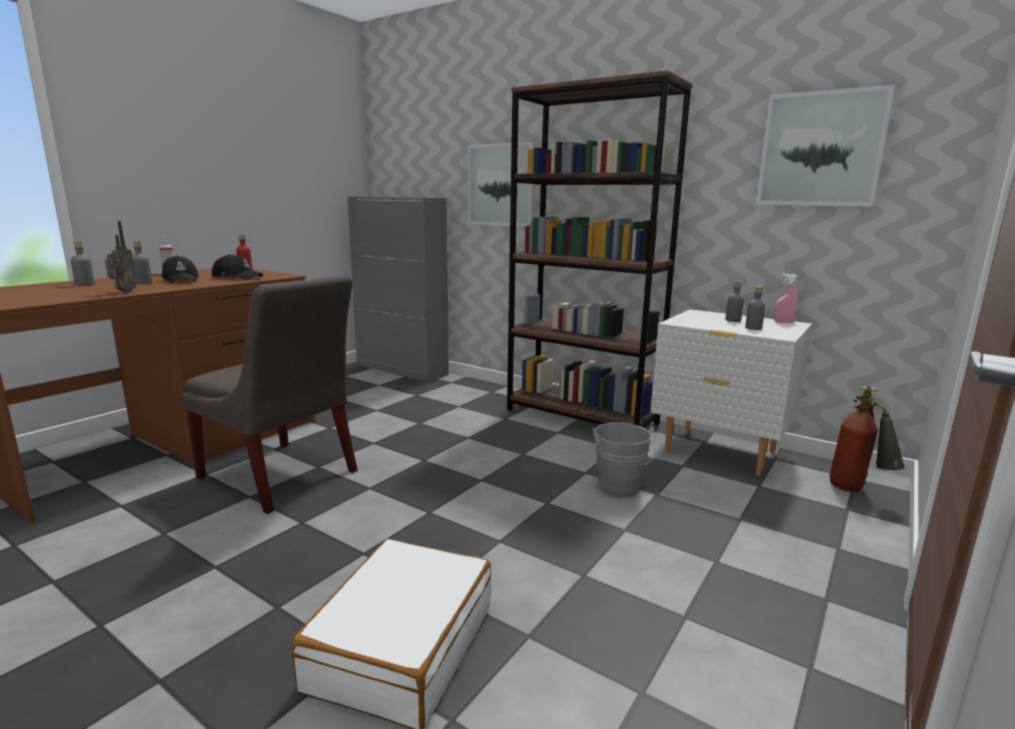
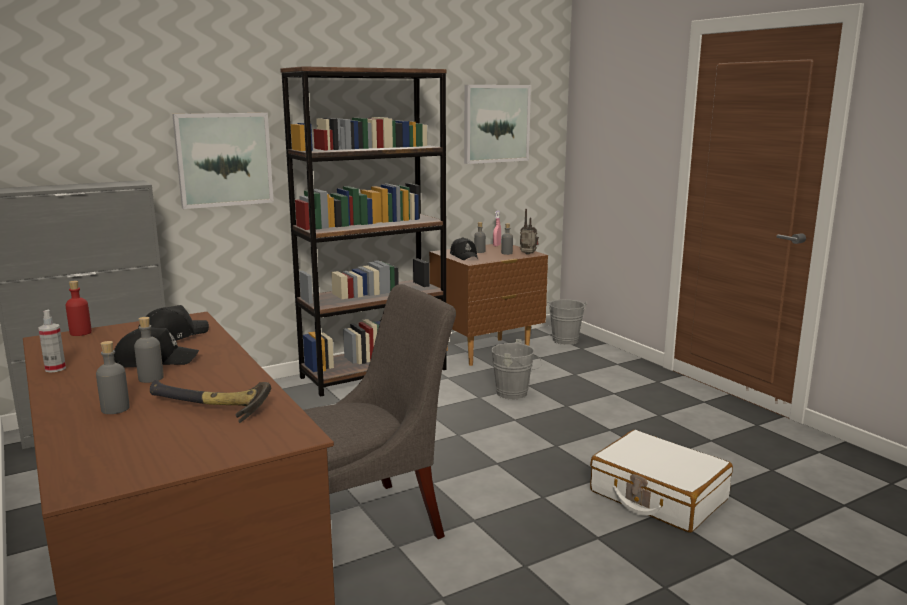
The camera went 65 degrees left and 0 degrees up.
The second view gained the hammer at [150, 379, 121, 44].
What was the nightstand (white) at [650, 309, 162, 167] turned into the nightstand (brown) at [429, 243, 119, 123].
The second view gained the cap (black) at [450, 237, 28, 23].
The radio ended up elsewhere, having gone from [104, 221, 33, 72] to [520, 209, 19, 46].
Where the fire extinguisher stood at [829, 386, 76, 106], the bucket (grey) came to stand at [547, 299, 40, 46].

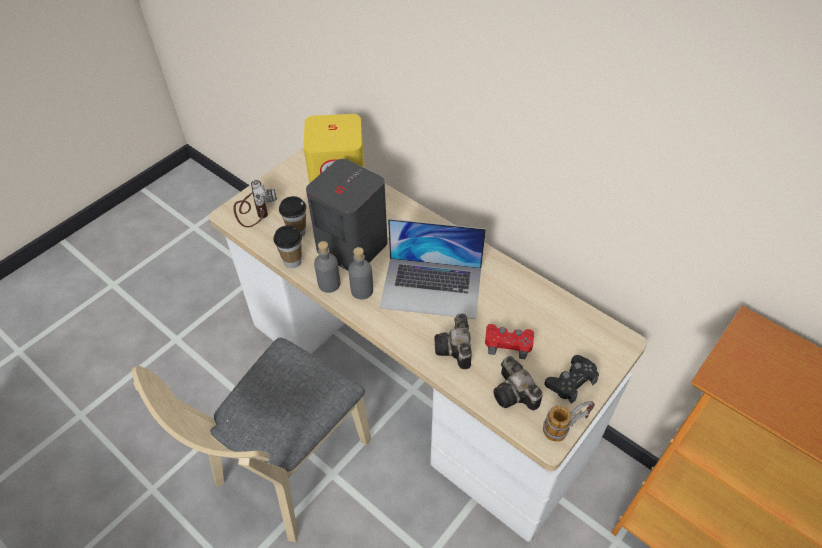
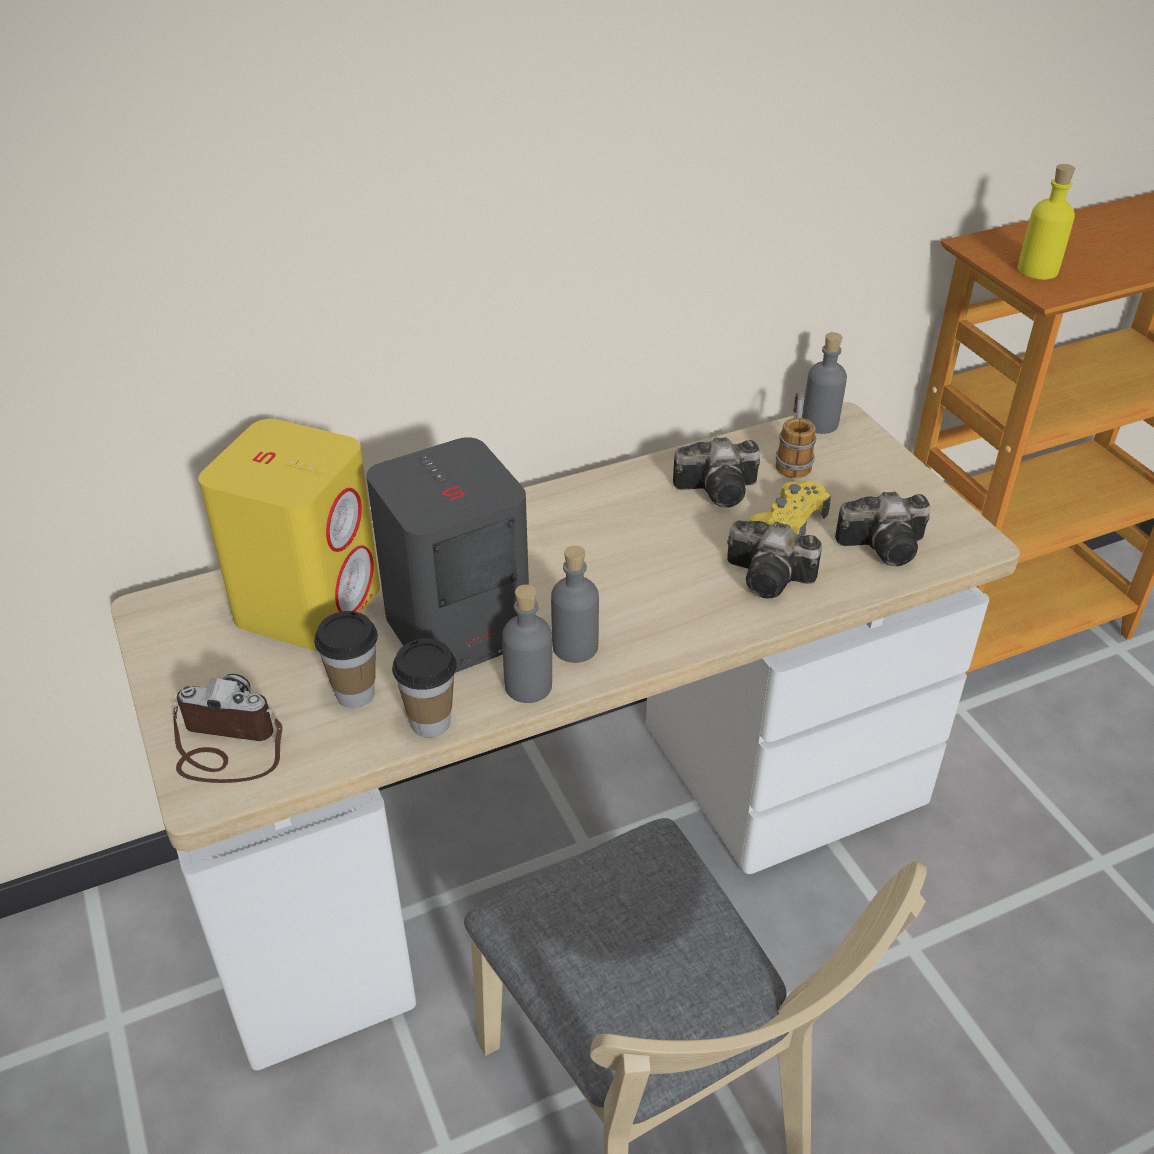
The camera went 65 degrees left and 10 degrees down.
The second view gained the photo camera at [673, 437, 87, 71].
What was the game controller (red) at [485, 324, 49, 35] turned into the game controller (yellow) at [750, 480, 81, 56].
The mug ended up elsewhere, having gone from [543, 401, 52, 41] to [776, 392, 40, 86].
The second view gained the bottle (grey) at [802, 332, 45, 102].
The second view gained the bottle (yellow) at [1018, 164, 57, 116].
The second view lost the laptop at [379, 219, 107, 100].
The second view lost the game controller (black) at [544, 355, 55, 49].

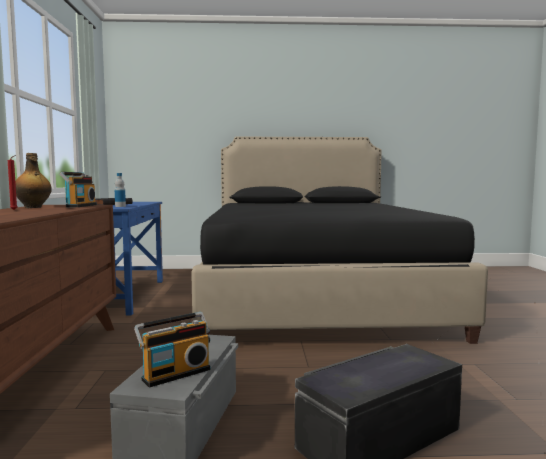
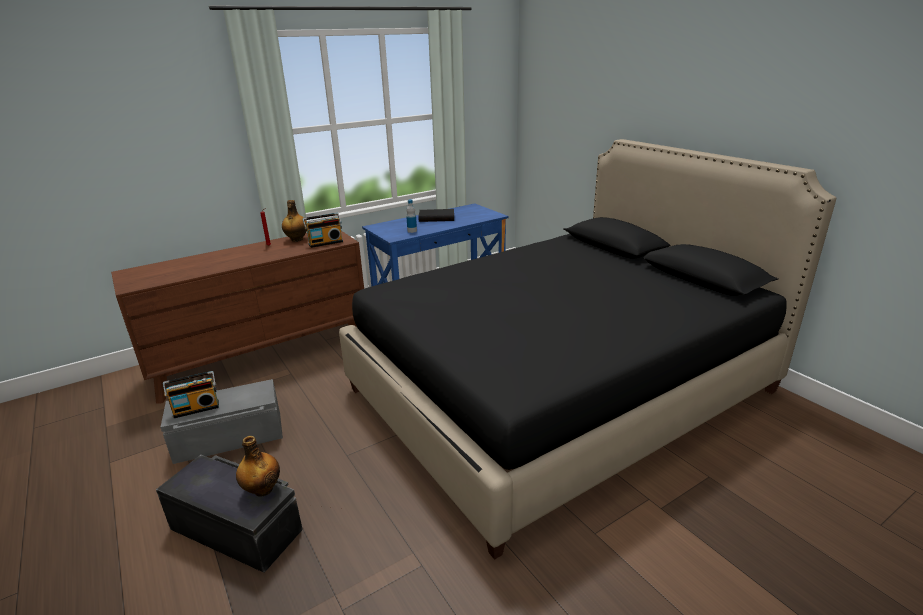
The camera went 60 degrees right and 20 degrees up.
The radio at [134, 312, 77, 76] ended up facing another way, 45 degrees counterclockwise from before.
The second view gained the bottle at [236, 436, 44, 61].

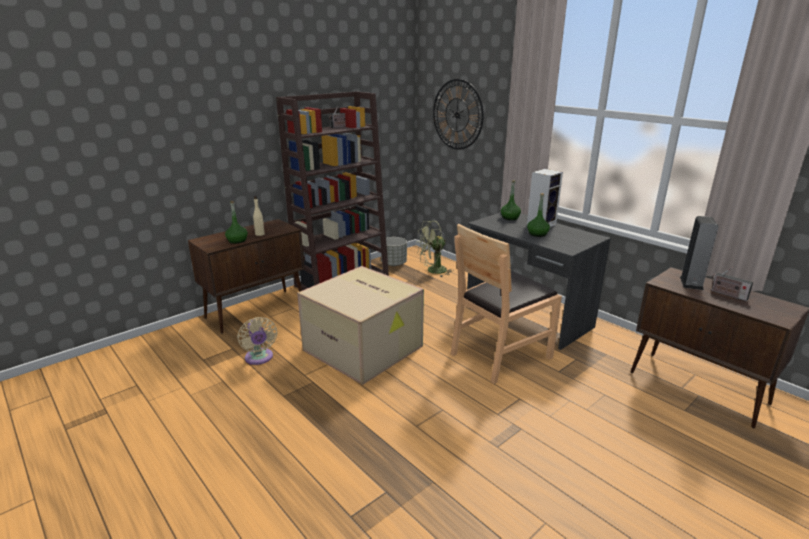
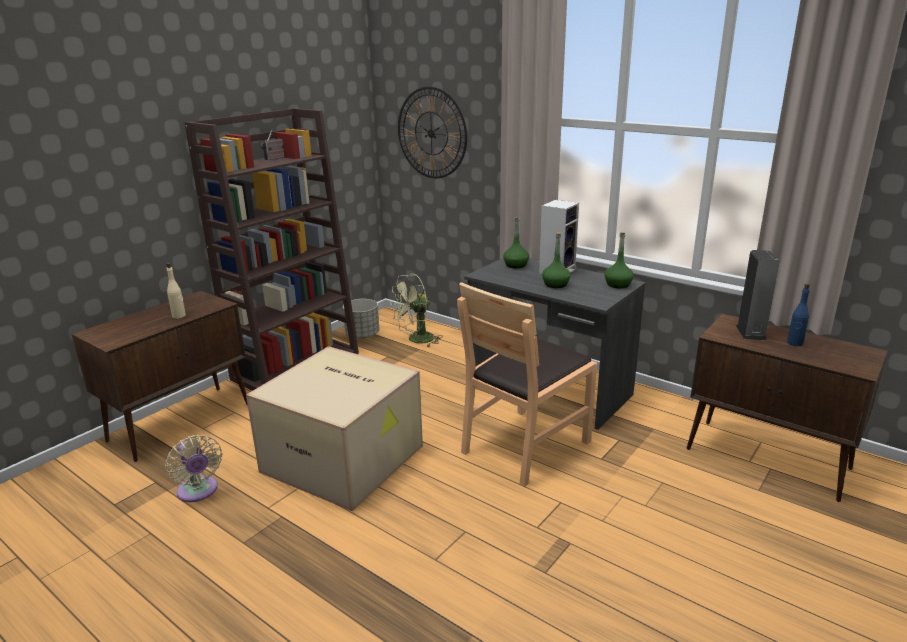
The camera went 10 degrees left and 0 degrees up.
The bottle (green) ended up elsewhere, having gone from [225, 201, 23, 43] to [604, 232, 30, 56].
Where the radio stood at [712, 267, 41, 34], the bottle (blue) came to stand at [787, 283, 23, 63].

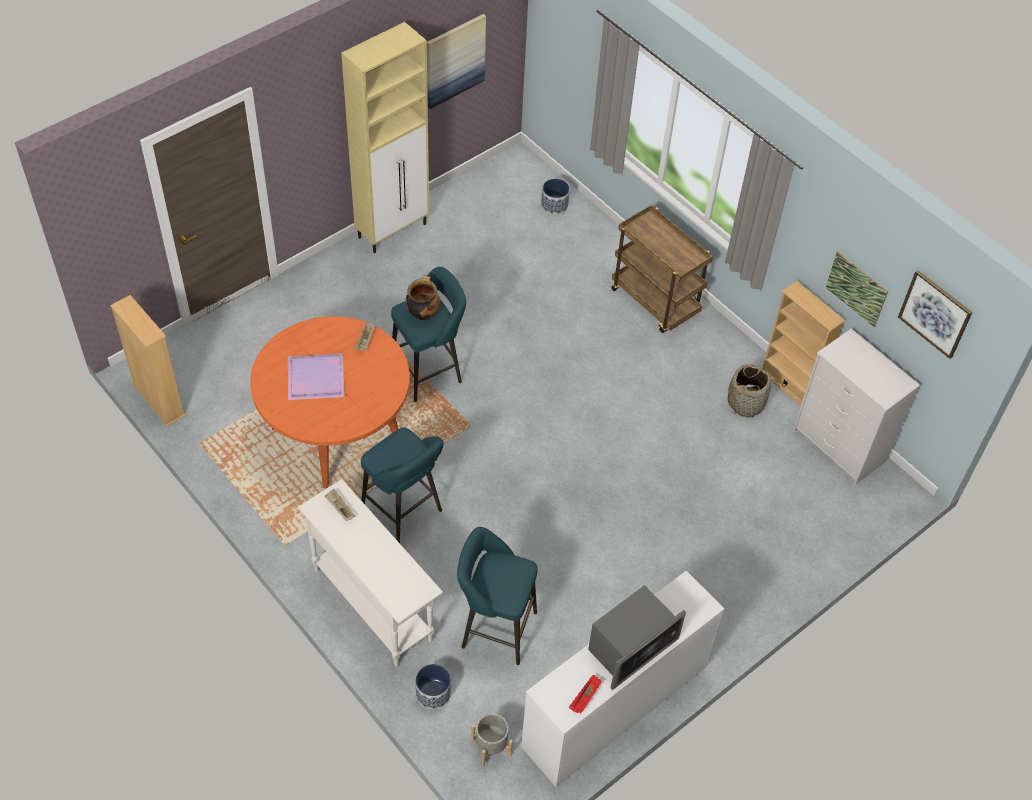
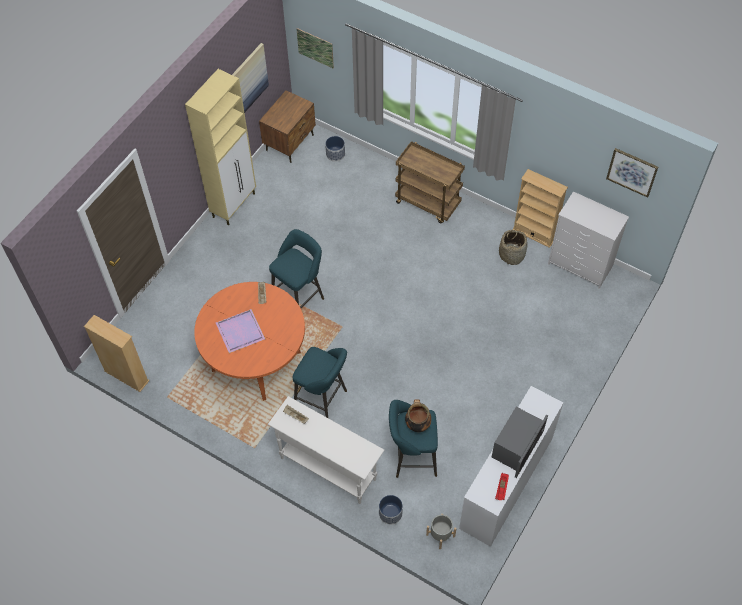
The camera went 15 degrees left and 5 degrees up.
The second view gained the nightstand (brown) at [259, 90, 57, 73].
The picture ended up elsewhere, having gone from [826, 252, 62, 75] to [297, 28, 37, 40].
The cooking pot ended up elsewhere, having gone from [406, 275, 34, 45] to [405, 400, 26, 32].

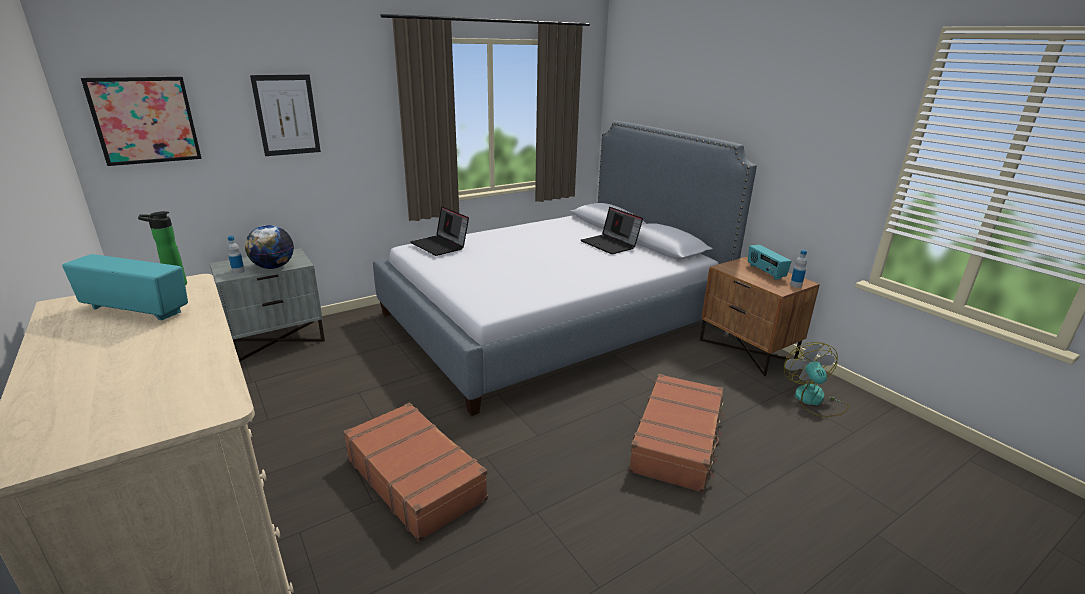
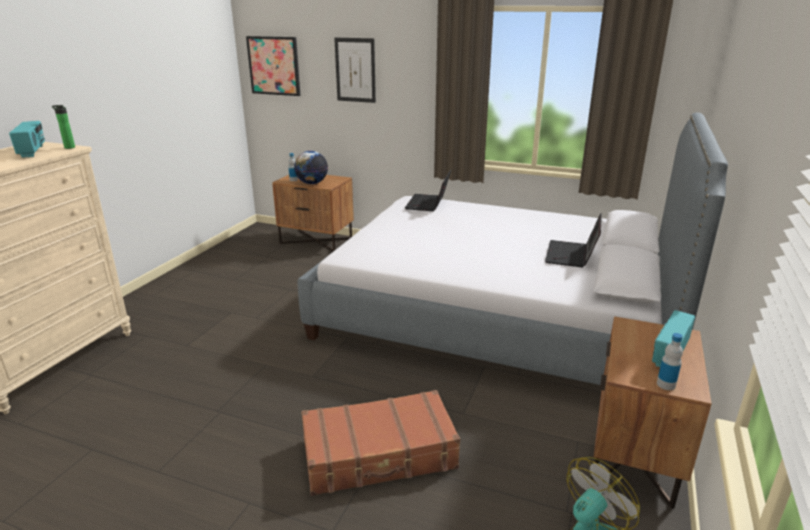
The camera went 55 degrees right and 0 degrees up.
What was the nightstand (grey) at [210, 248, 115, 114] turned into the nightstand (brown) at [272, 175, 82, 77].
The second view lost the suitcase (brown) at [343, 403, 145, 139].

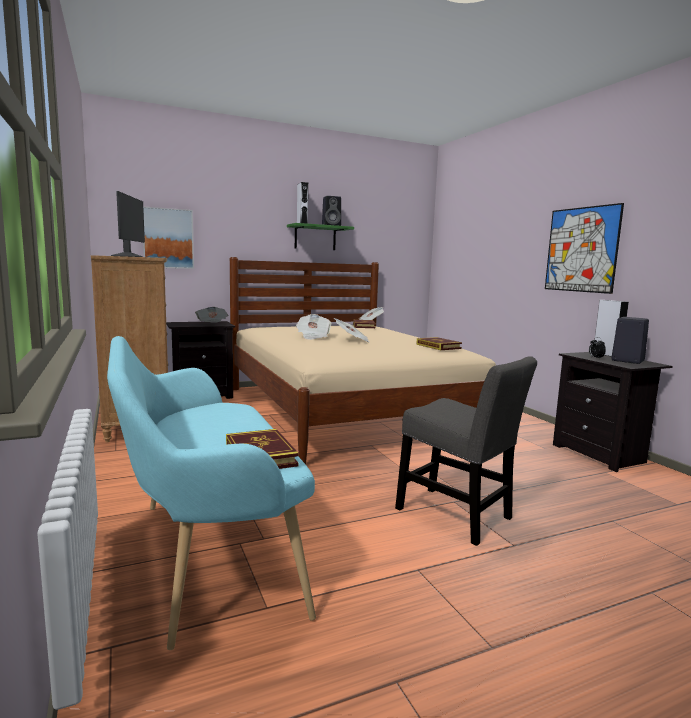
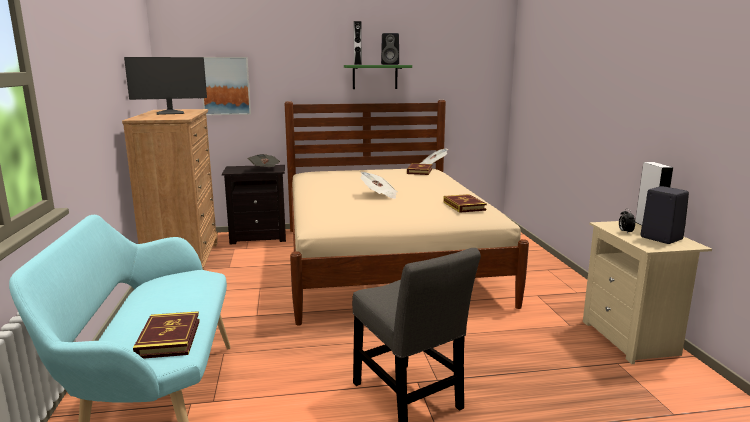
The camera went 15 degrees right and 5 degrees up.
The monitor at [111, 191, 34, 66] ended up facing another way, 60 degrees clockwise from before.
What was the nightstand (black) at [553, 352, 119, 120] turned into the nightstand (beige) at [583, 221, 129, 143].
The second view lost the newspaper at [296, 314, 36, 26].
The second view lost the picture at [545, 203, 79, 91].

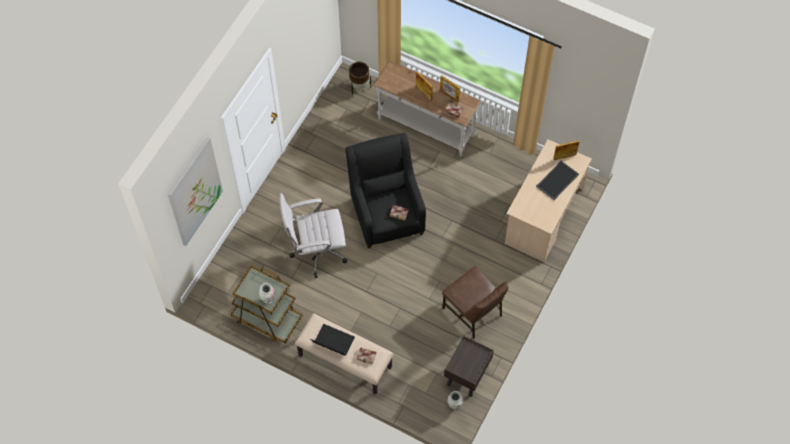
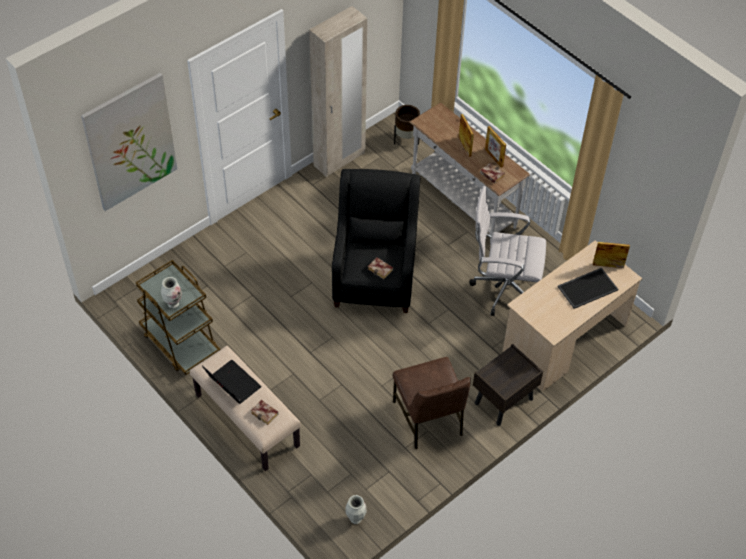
The camera went 20 degrees right and 10 degrees down.
The second view gained the wardrobe (beige) at [309, 6, 58, 171].
The office chair (white) ended up elsewhere, having gone from [280, 193, 67, 85] to [469, 186, 77, 130].
The nightstand (brown) ended up elsewhere, having gone from [444, 335, 50, 62] to [473, 344, 70, 82].

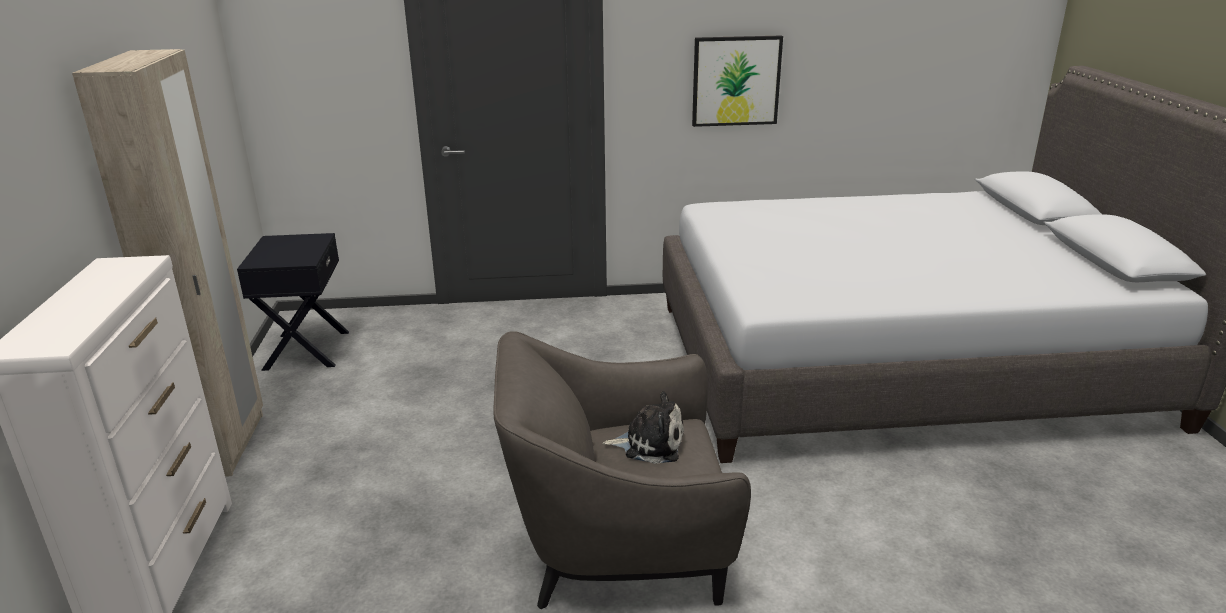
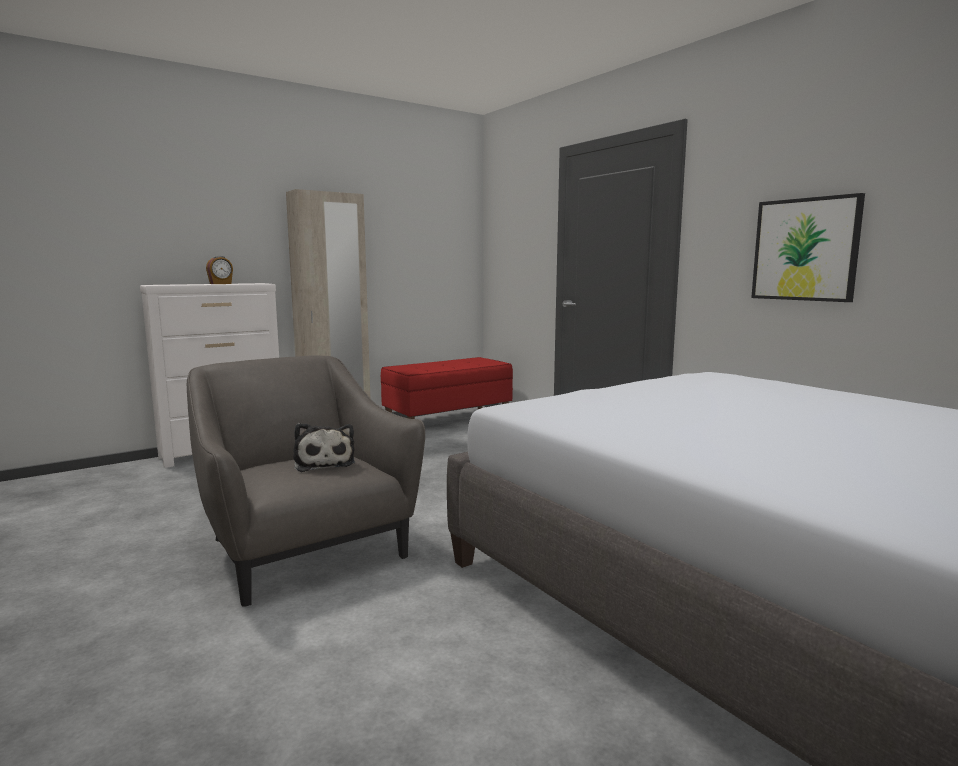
The camera went 60 degrees right and 15 degrees down.
The second view gained the alarm clock at [206, 256, 27, 28].
Where the nightstand (black) stood at [237, 233, 112, 138], the bench (red) came to stand at [381, 357, 132, 62].

